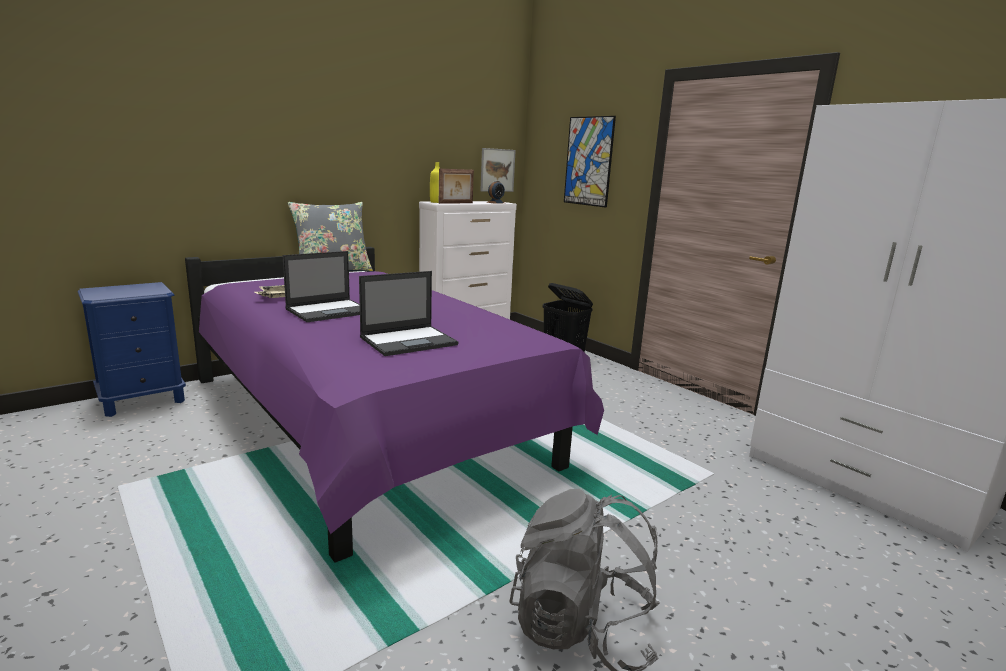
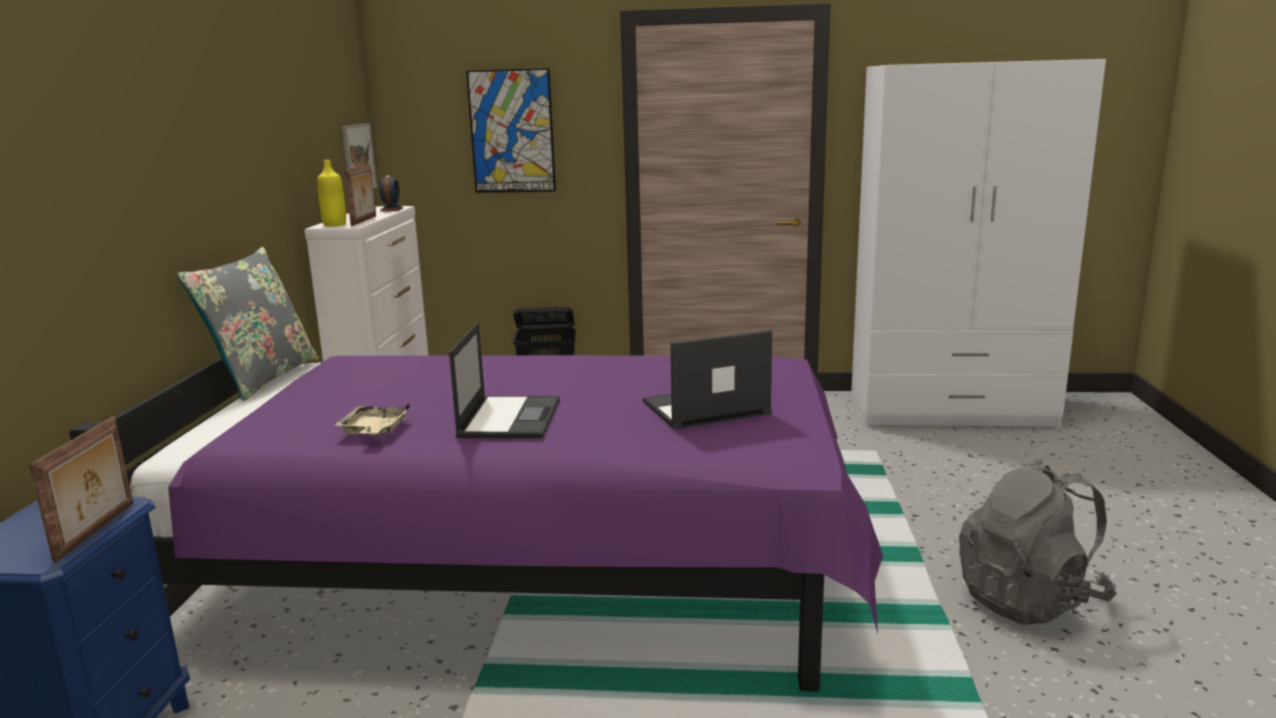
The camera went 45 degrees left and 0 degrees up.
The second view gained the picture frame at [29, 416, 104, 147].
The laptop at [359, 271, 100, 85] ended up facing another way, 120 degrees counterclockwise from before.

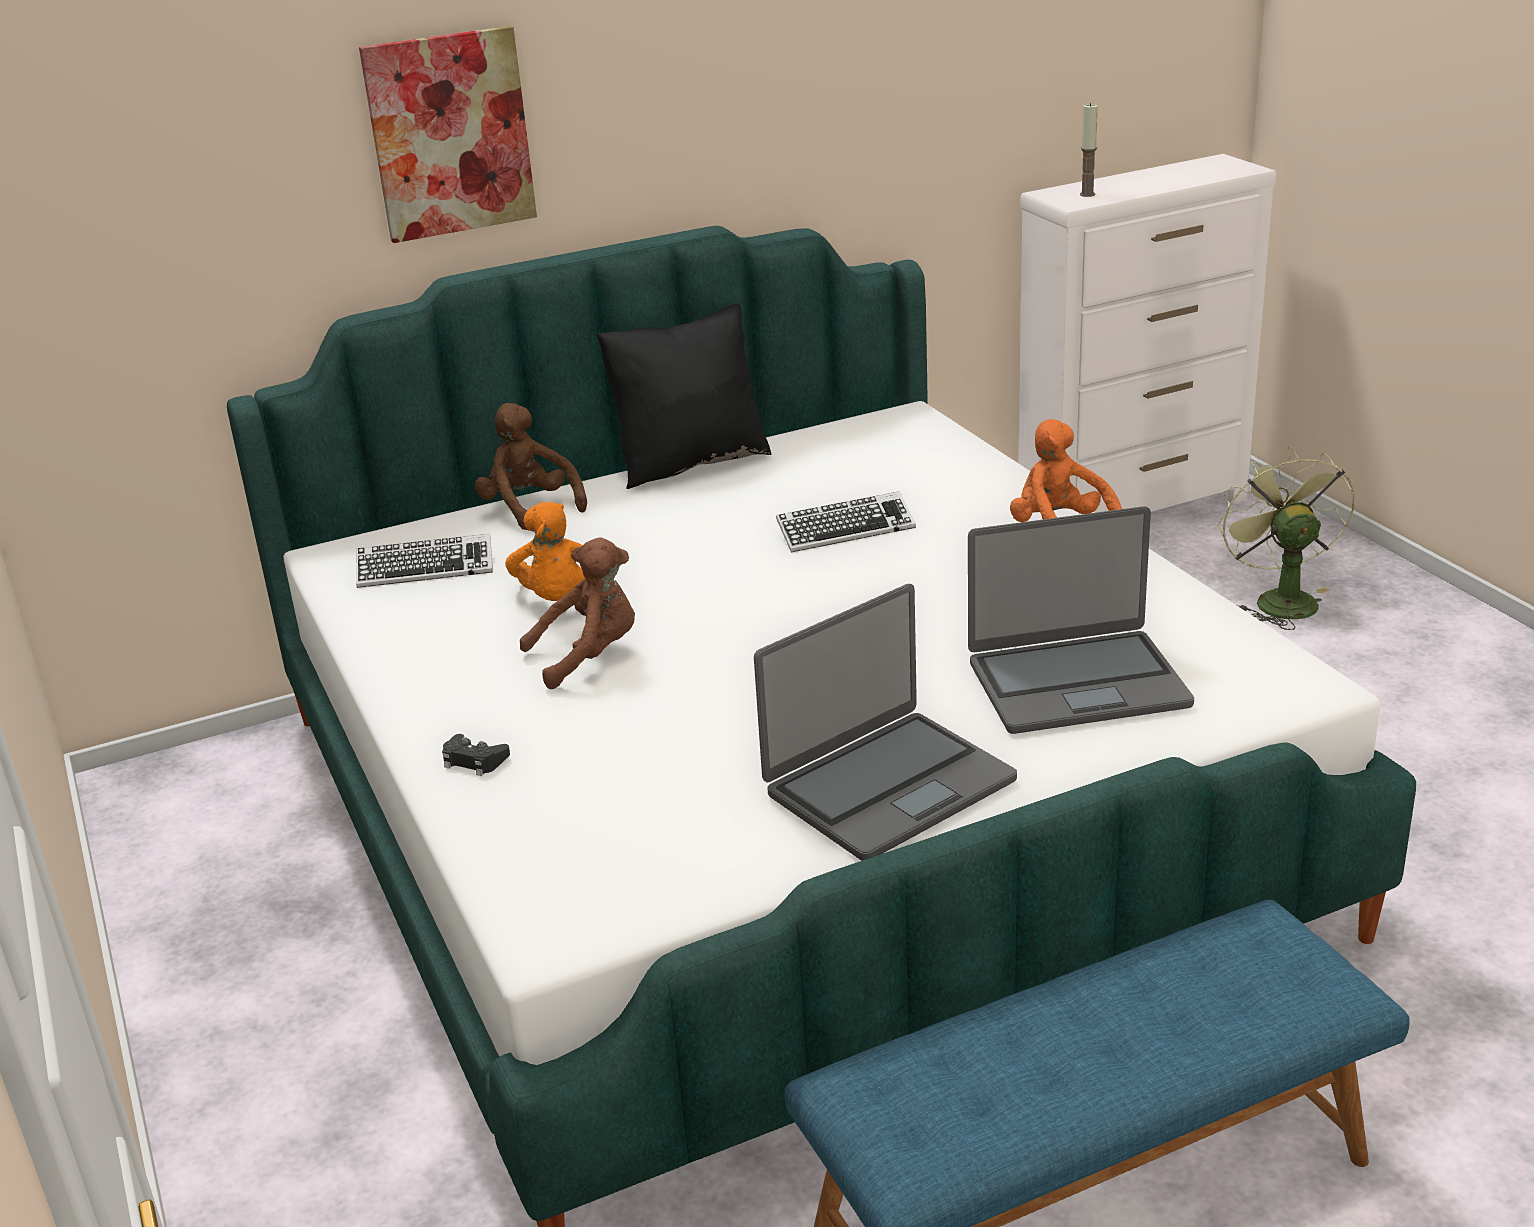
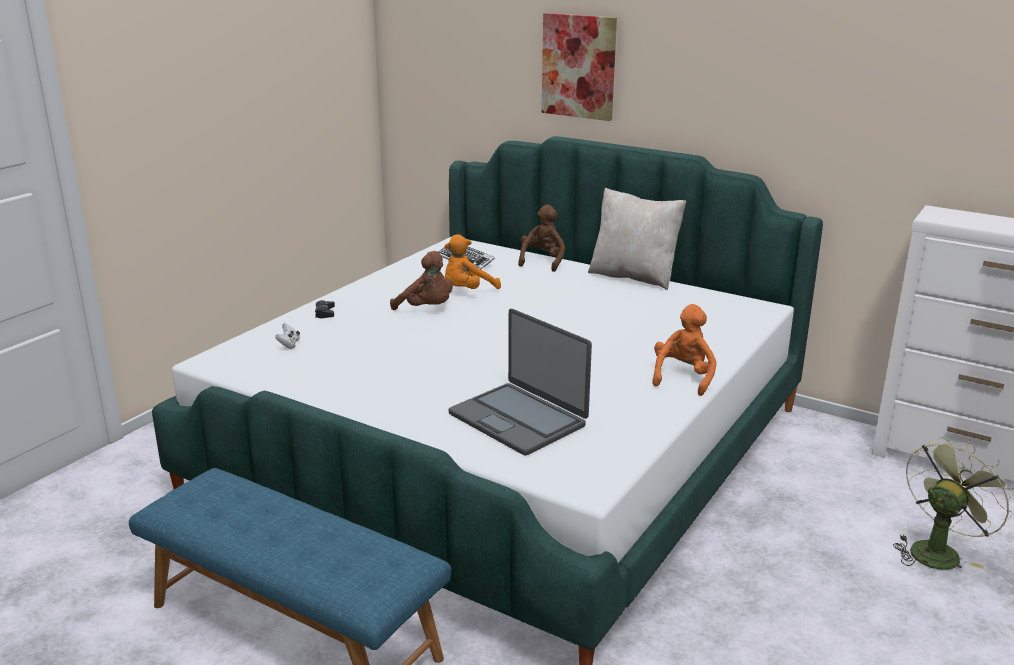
The camera went 55 degrees right and 5 degrees down.
The second view gained the game controller (white) at [275, 323, 25, 26].
What was the pillow (black) at [597, 304, 174, 185] turned into the pillow (beige) at [588, 188, 98, 102].
The second view lost the laptop at [754, 584, 263, 277].
The second view lost the keyboard at [776, 491, 140, 62].
The second view lost the candle at [1080, 103, 18, 94].

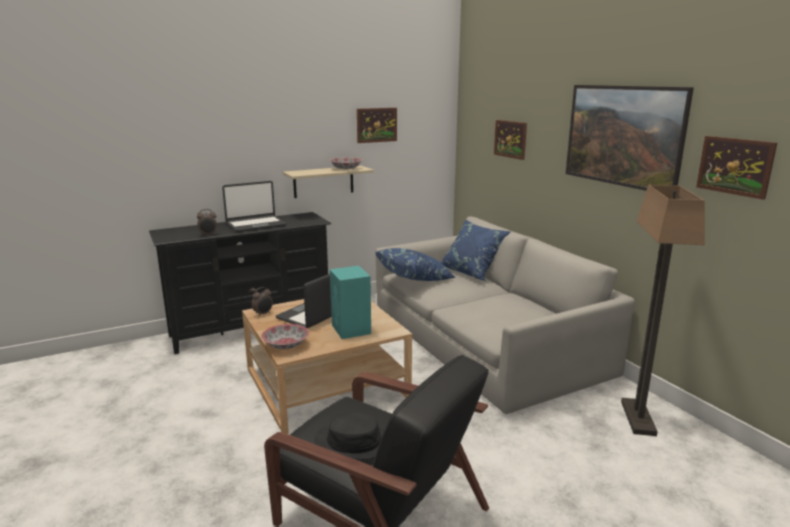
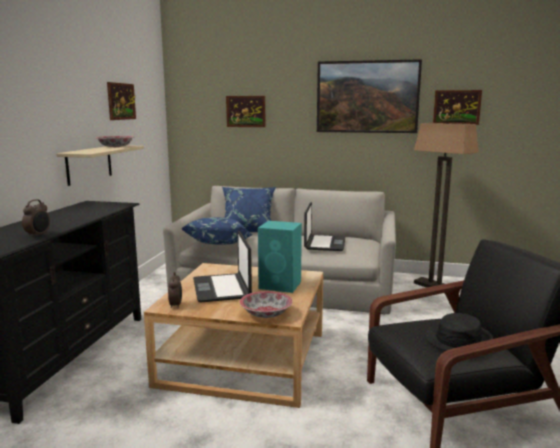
The camera went 50 degrees left and 5 degrees down.
The laptop ended up elsewhere, having gone from [222, 181, 65, 51] to [304, 202, 41, 49].

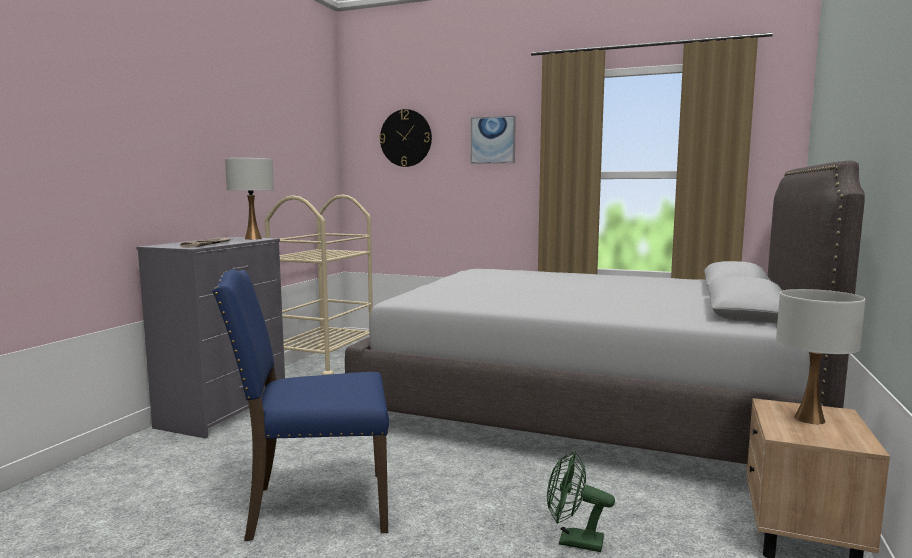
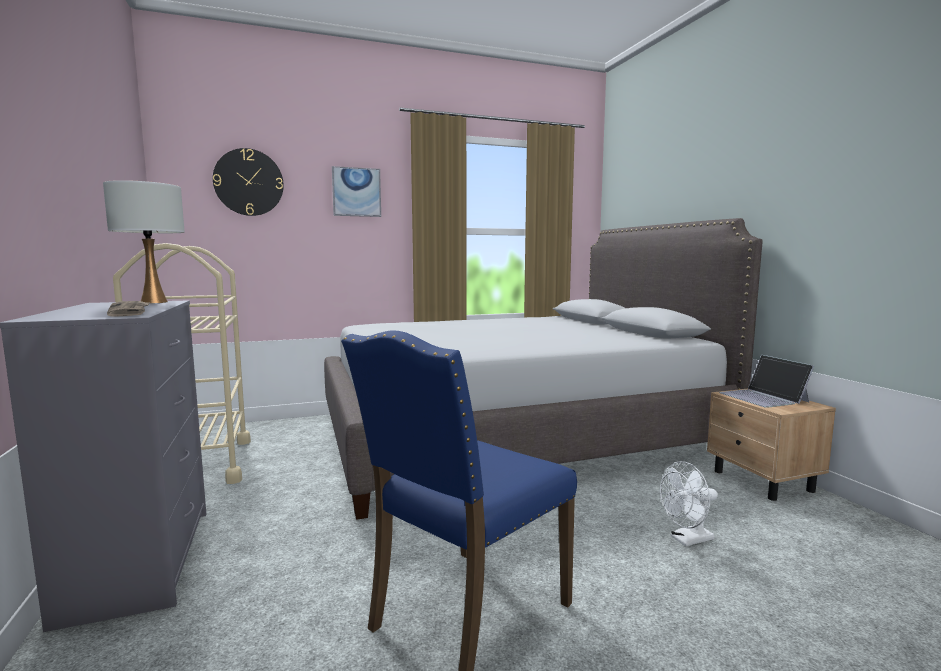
The camera went 40 degrees left and 0 degrees up.
What was the fan (green) at [547, 451, 68, 101] turned into the fan (white) at [660, 461, 58, 85].
Where the table lamp (white) stood at [776, 289, 89, 135], the laptop came to stand at [719, 355, 95, 53].

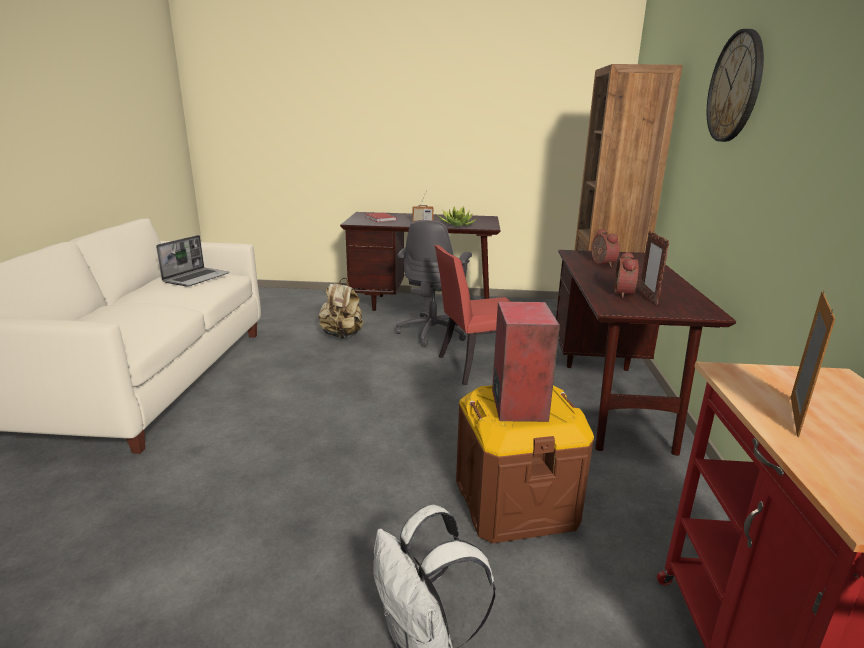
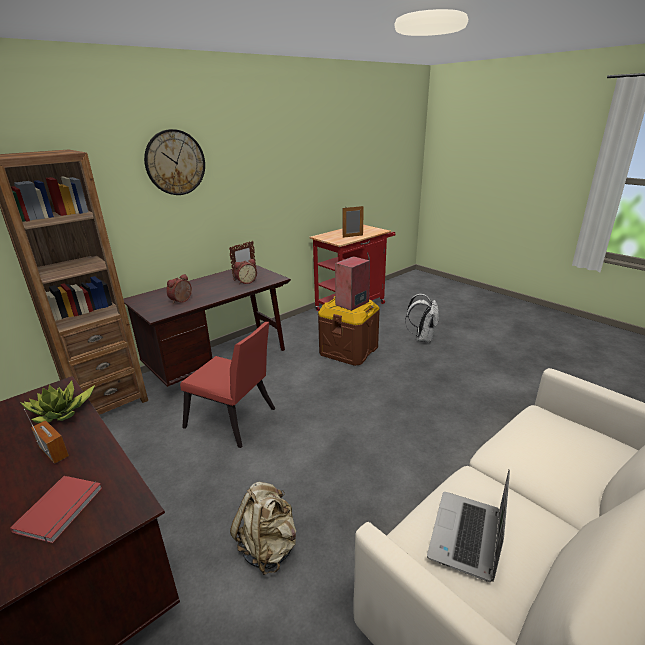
The camera went 135 degrees left and 5 degrees up.
The laptop at [156, 235, 73, 52] ended up facing another way, 45 degrees counterclockwise from before.
The second view lost the office chair (grey) at [396, 220, 76, 127].

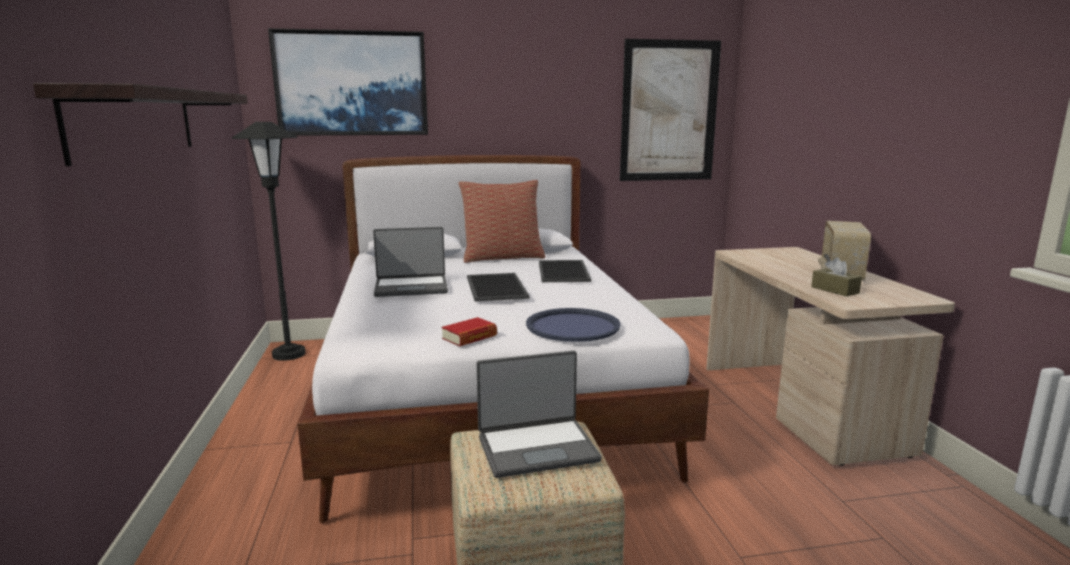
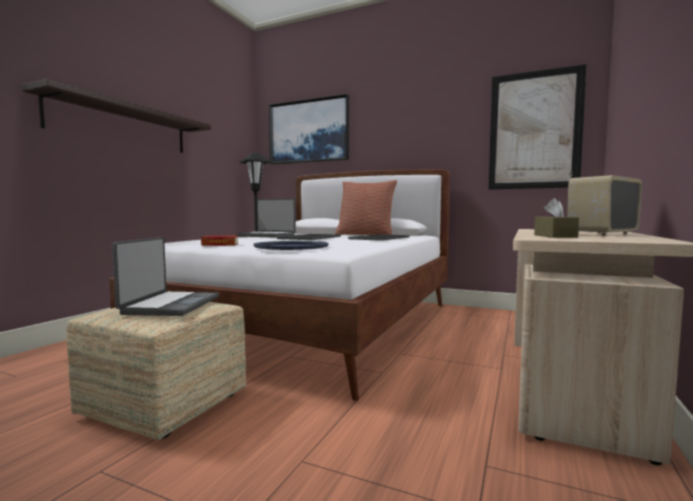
The camera went 35 degrees right and 10 degrees down.
The laptop at [476, 351, 126, 127] ended up facing another way, 105 degrees counterclockwise from before.

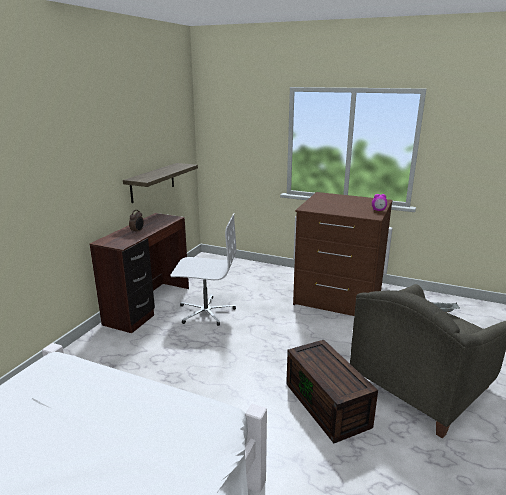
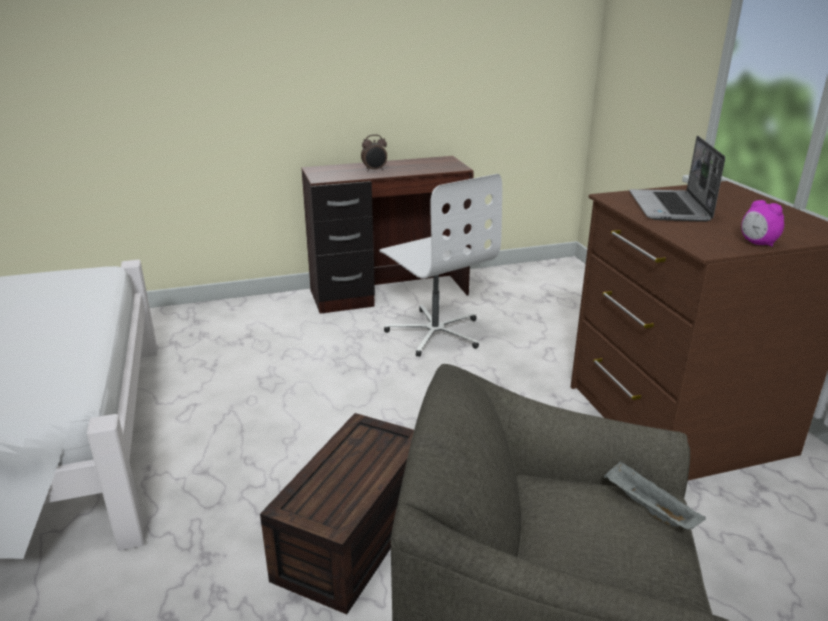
The camera went 50 degrees right and 5 degrees up.
The second view gained the laptop at [629, 136, 96, 86].
The second view lost the shelf at [123, 163, 75, 40].

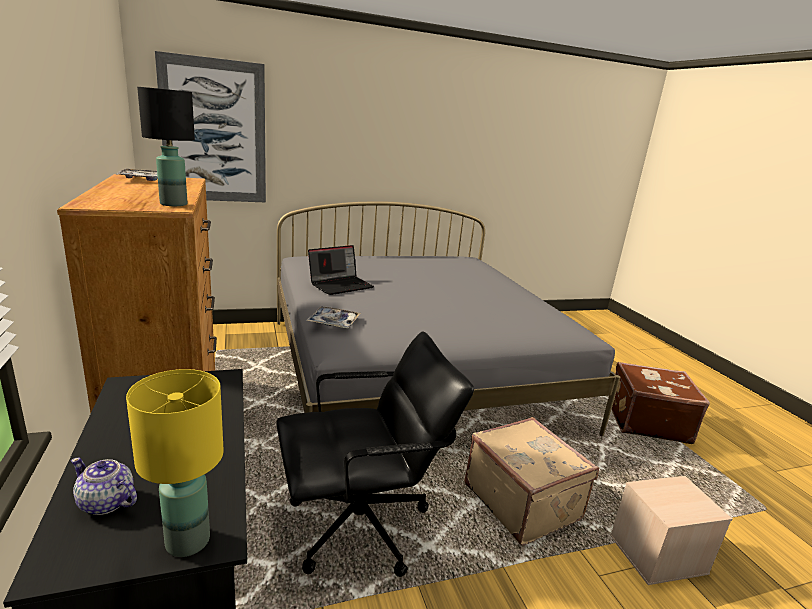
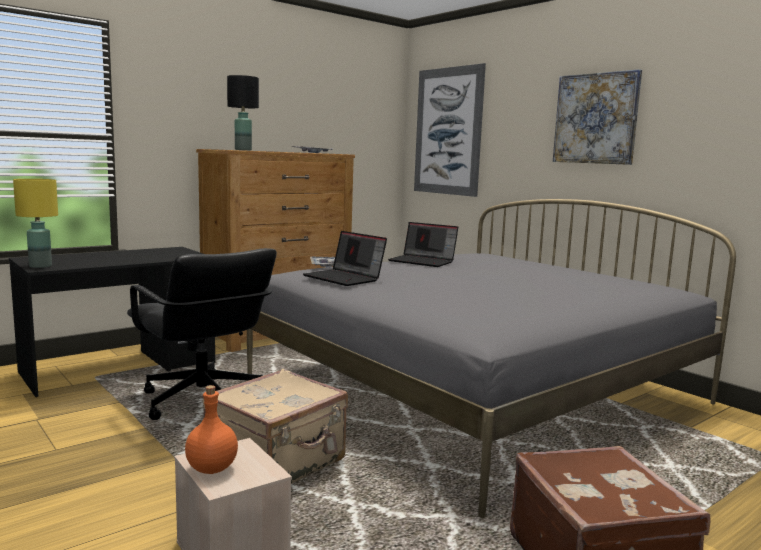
The camera went 70 degrees right and 10 degrees down.
The second view gained the bottle (orange) at [185, 385, 53, 89].
The second view gained the laptop at [303, 231, 84, 55].
The second view gained the picture at [553, 69, 89, 96].
The second view lost the teapot at [71, 458, 66, 57].

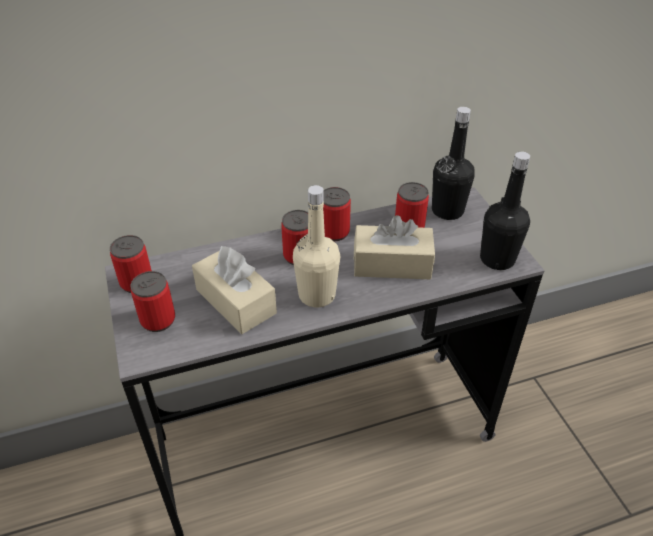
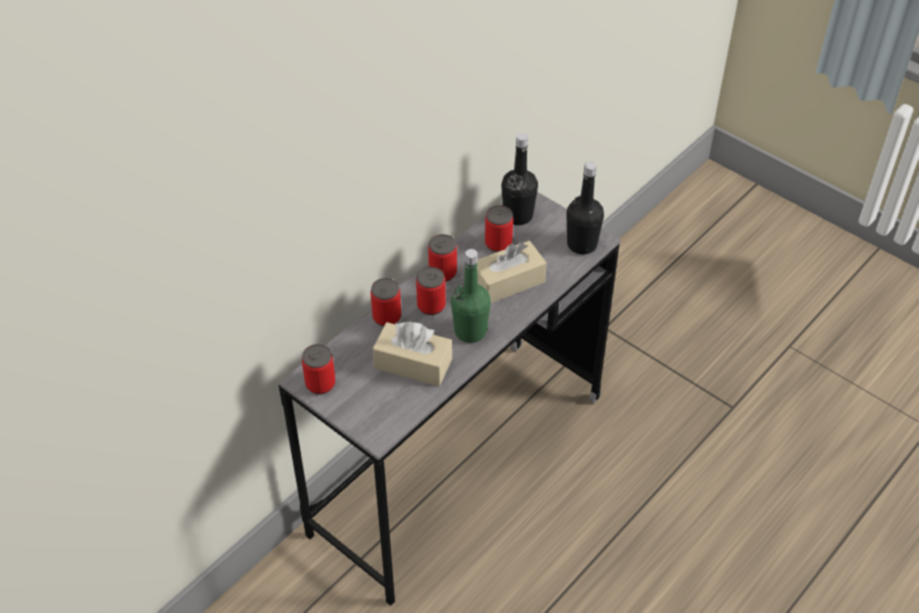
The camera went 30 degrees left and 5 degrees up.
The can ended up elsewhere, having gone from [131, 271, 44, 61] to [371, 278, 30, 49].
What was the bottle (beige) at [293, 185, 47, 122] turned into the bottle (green) at [451, 249, 40, 94].

